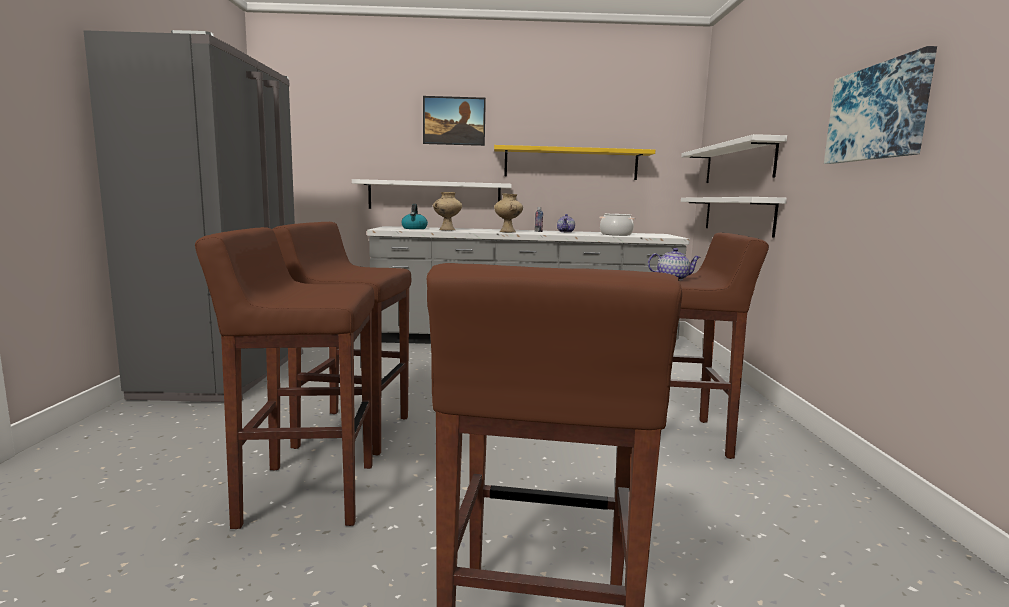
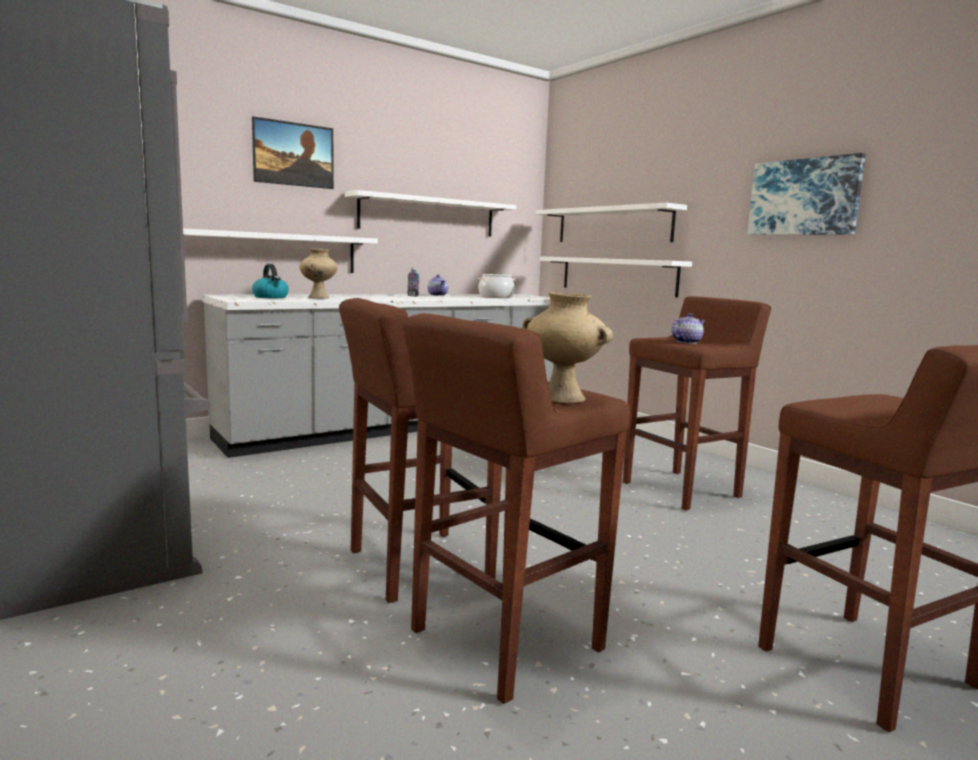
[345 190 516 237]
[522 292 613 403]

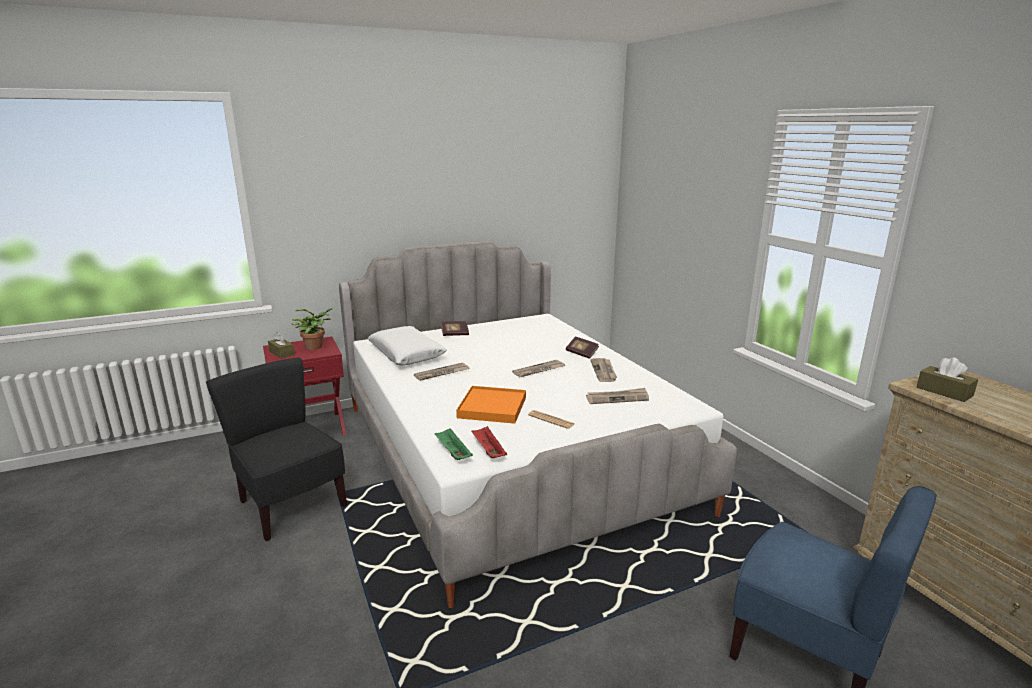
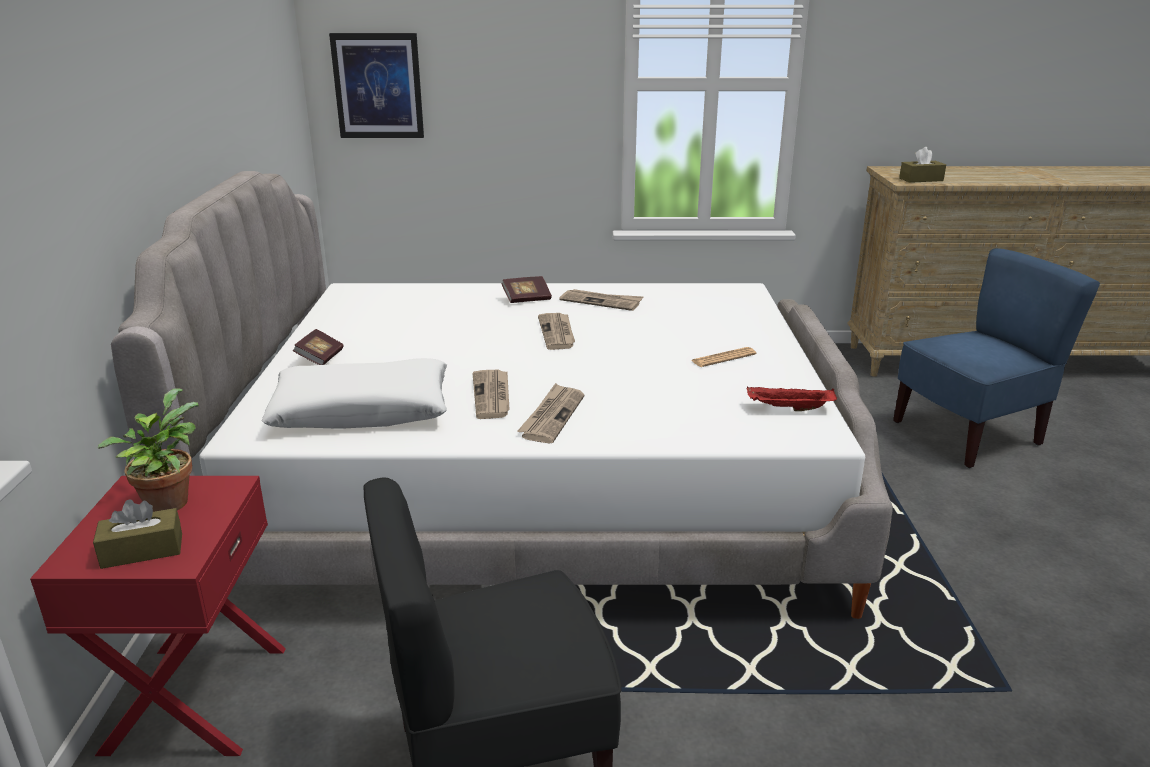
[434 428 473 460] (first image)
[456 386 526 424] (first image)
[517 383 584 443]
[329 33 424 138]

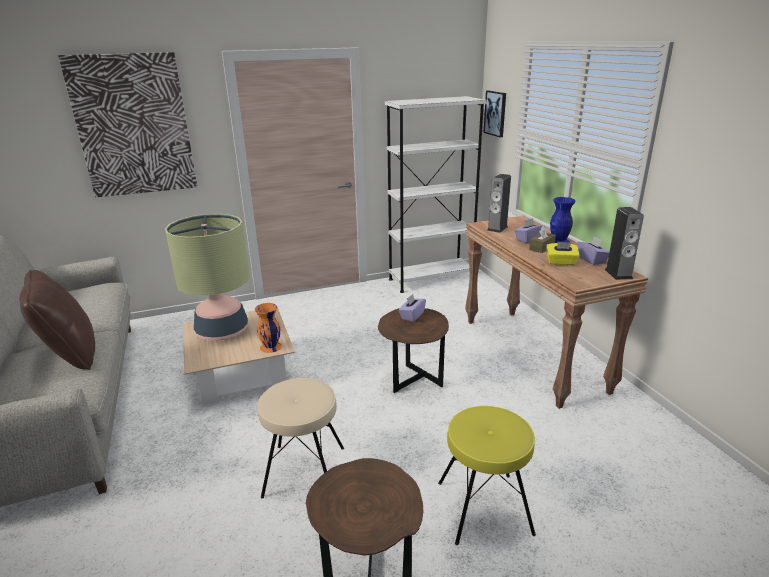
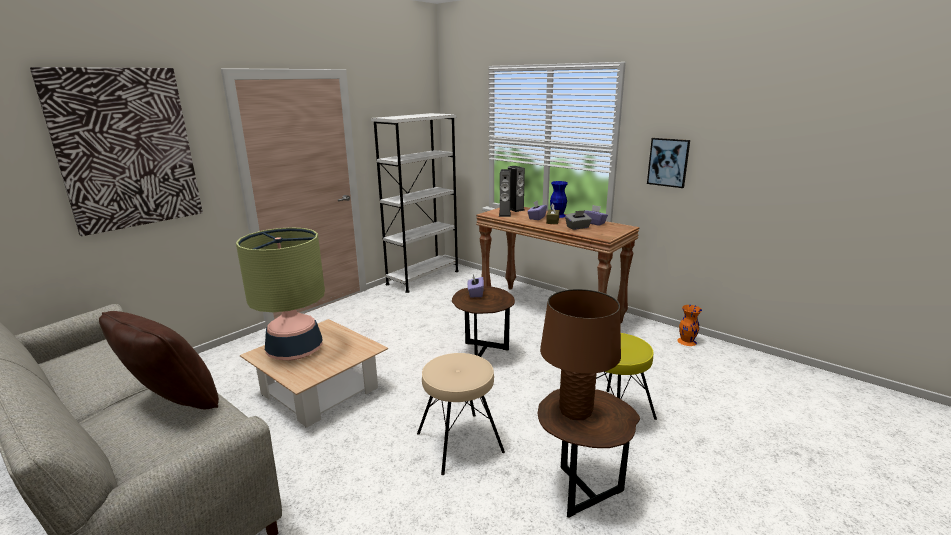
[677 305 702 346]
[647 138 690 188]
[565 210 592 230]
[508 166 525 212]
[540 289 621 420]

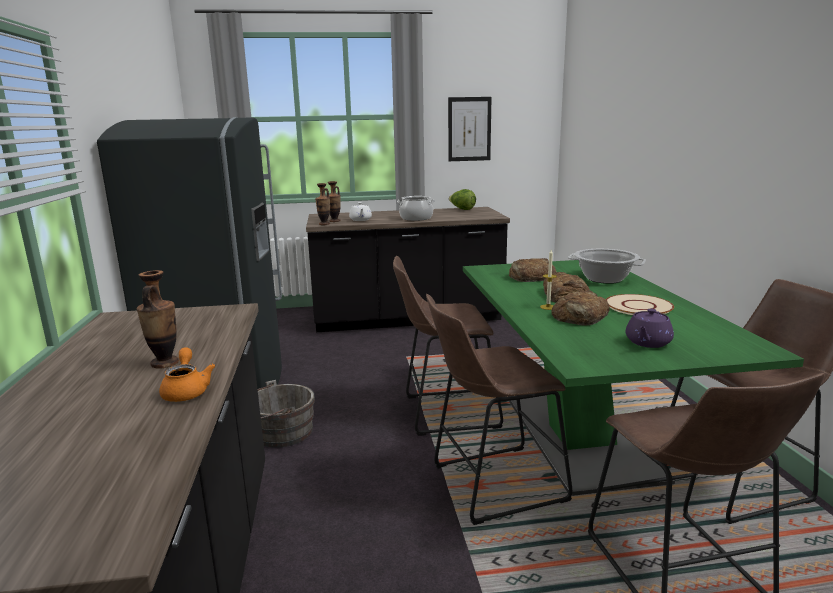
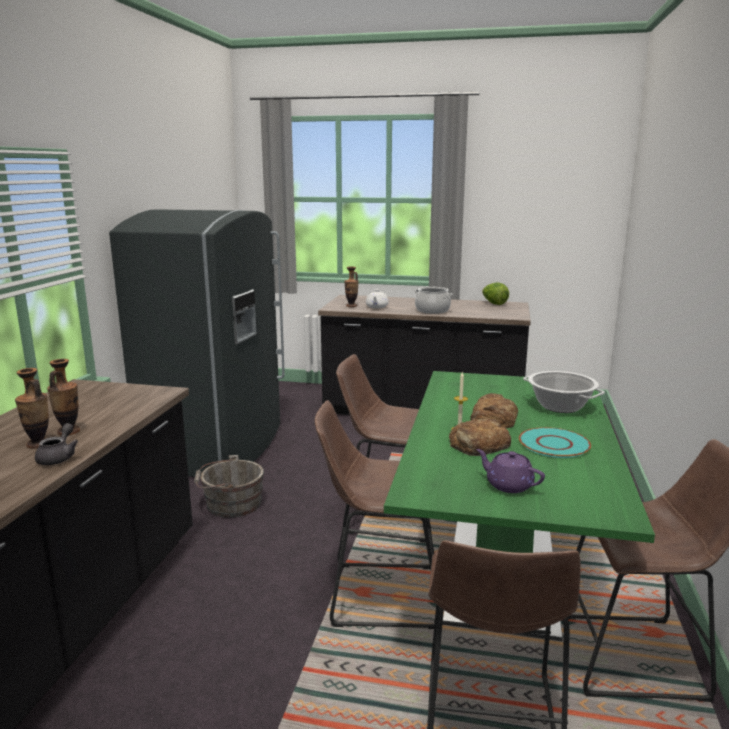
[35 423 78 465]
[15 368 49 449]
[448 97 492 161] (first image)
[509 258 556 282] (first image)
[519 427 591 458]
[476 449 545 493]

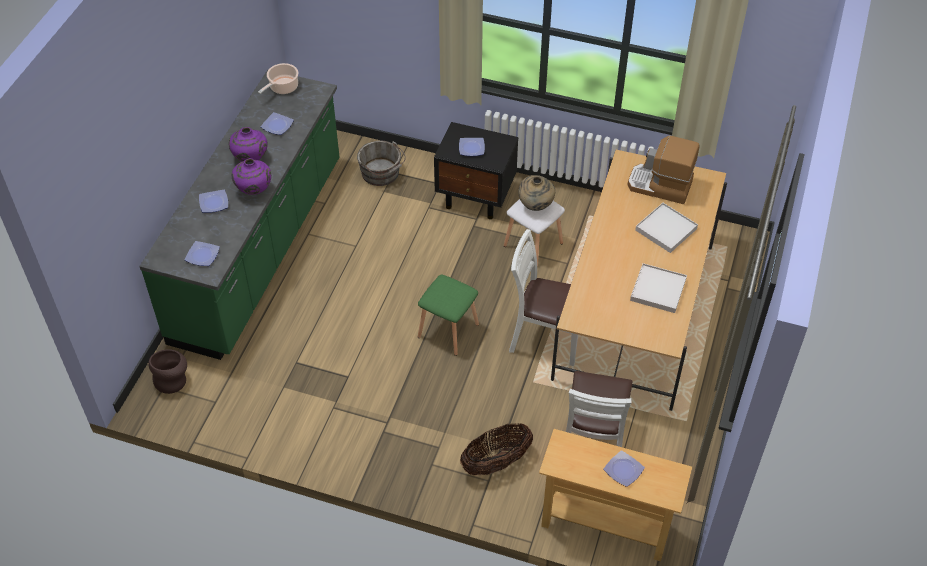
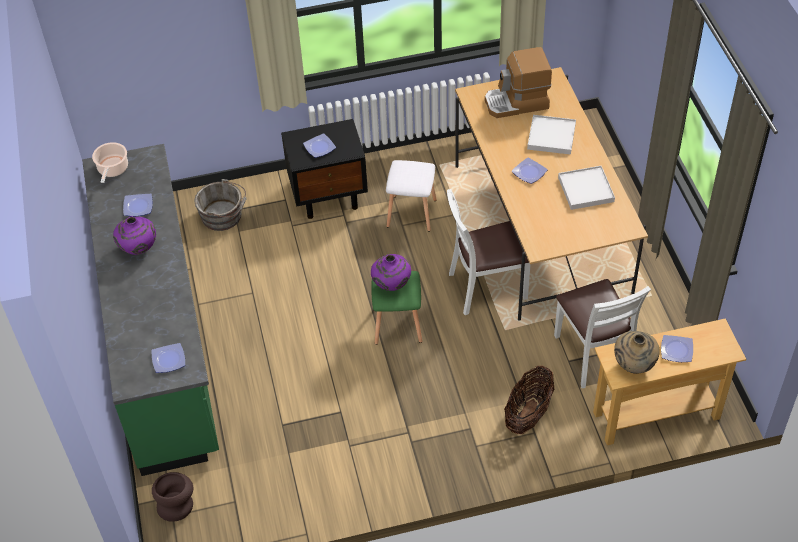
[512 157 548 184]
[371 254 411 291]
[614 331 660 374]

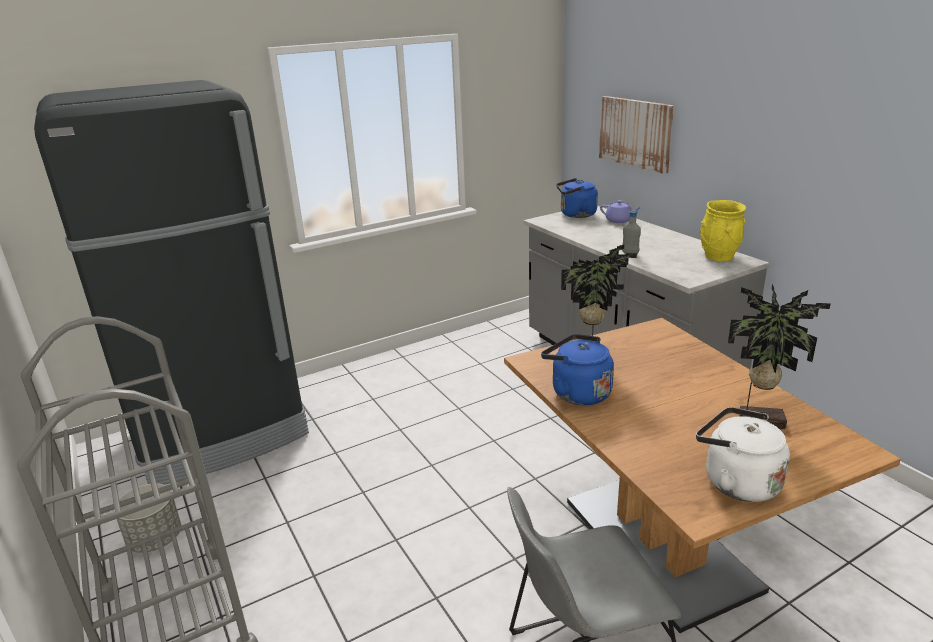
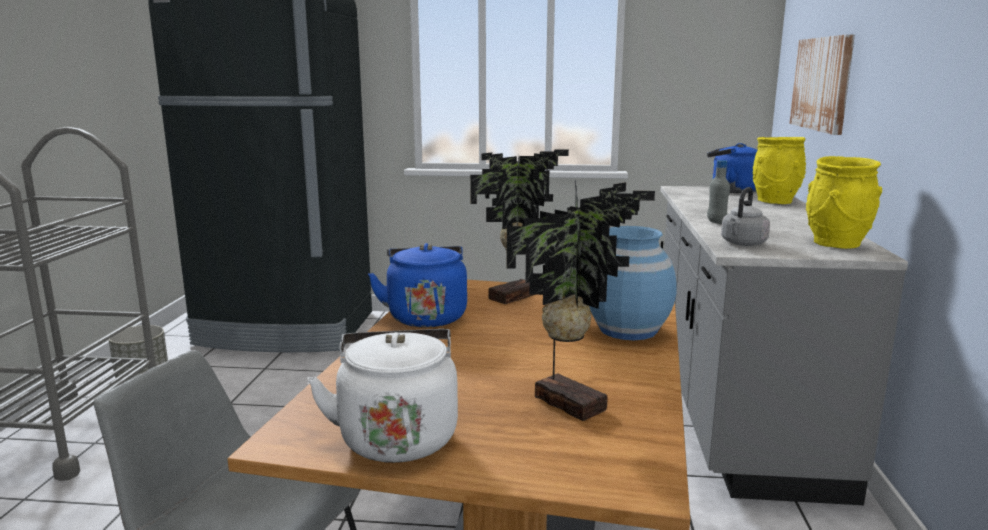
[753 137 806 204]
[589 226 677 340]
[721 187 770 246]

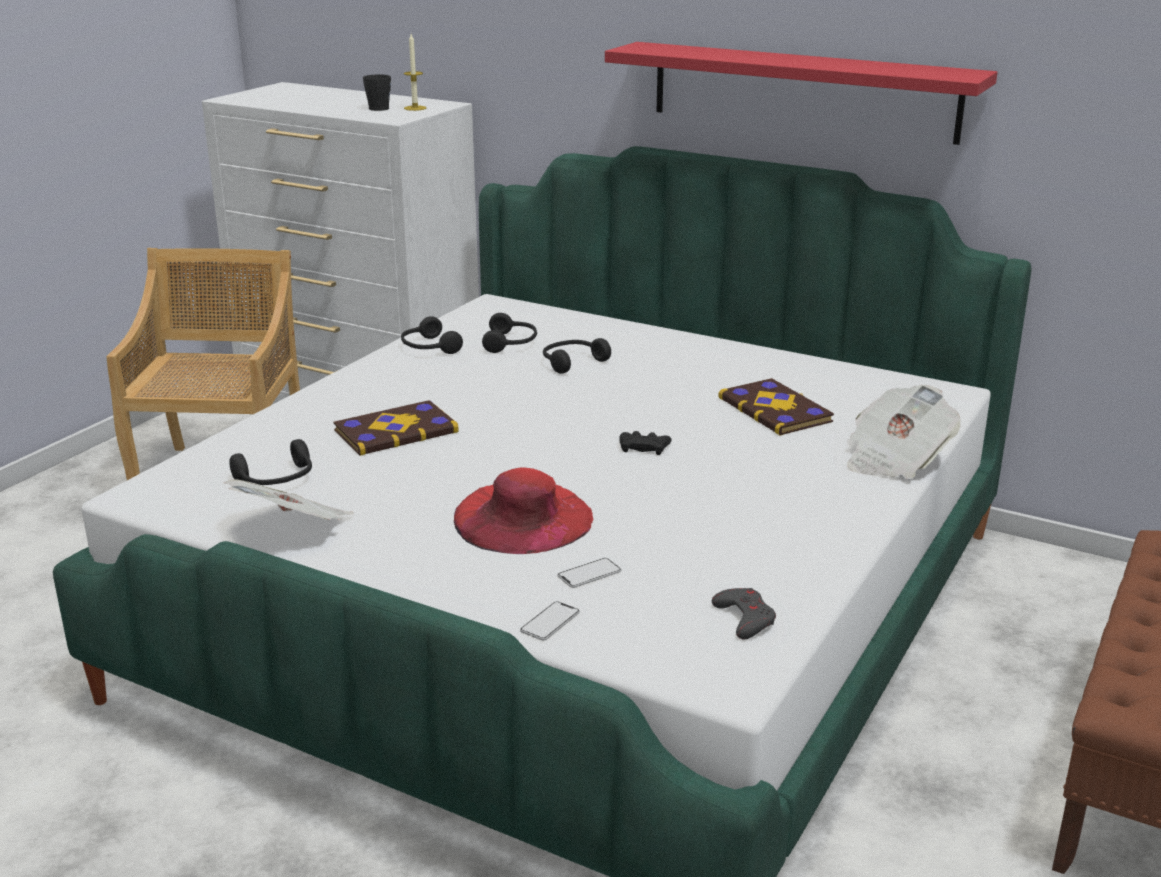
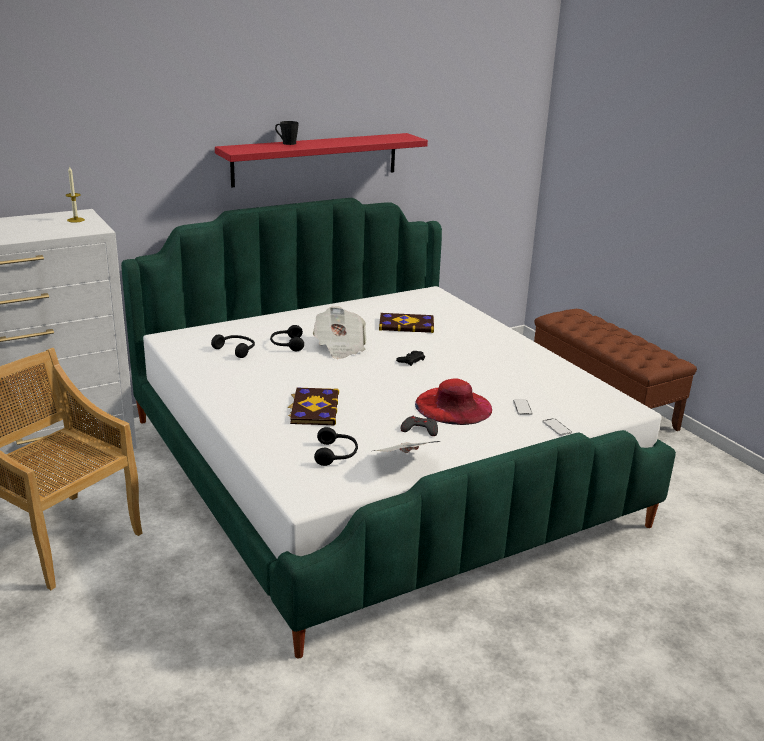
[275 121 299 145]
[401 316 463 354] (first image)
[401 416 438 436]
[313 306 366 359]

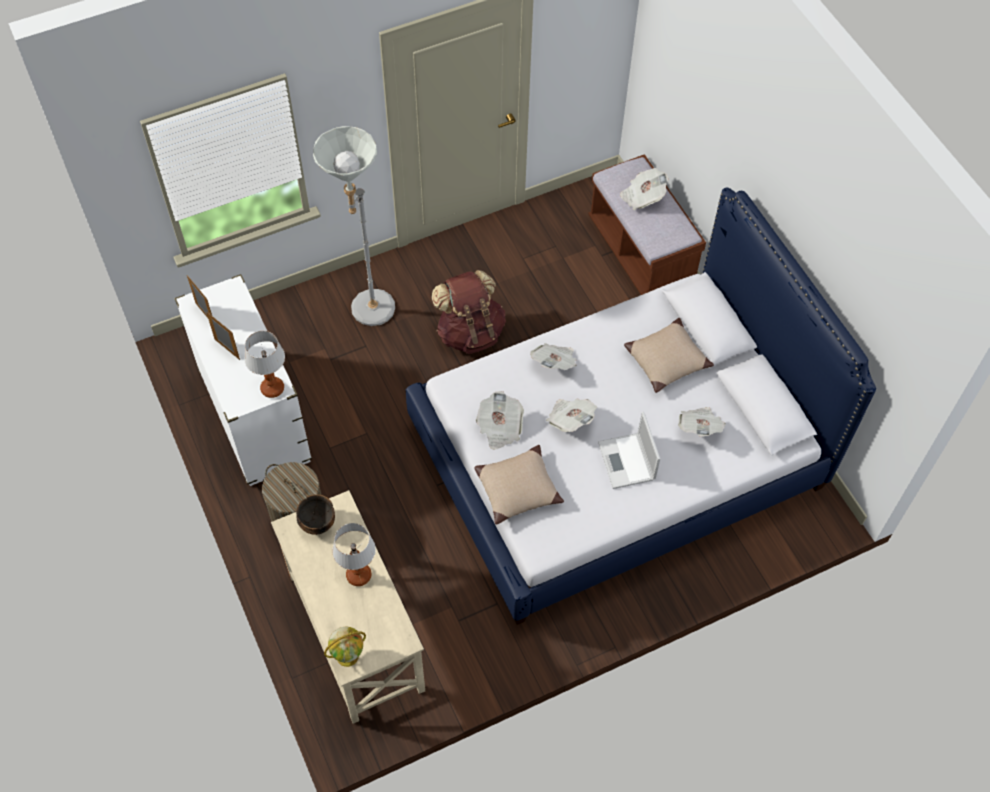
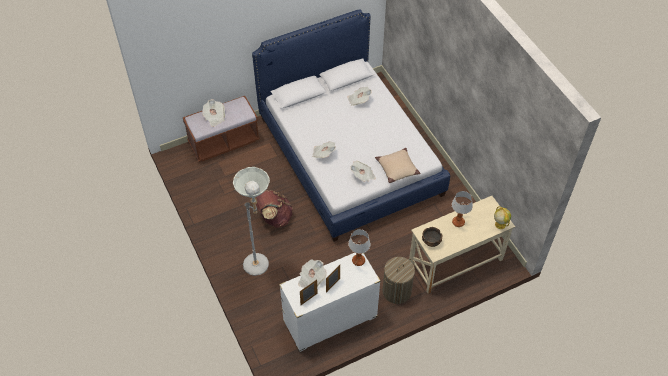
[298 259 327 288]
[598 412 660 489] (first image)
[624 318 714 393] (first image)

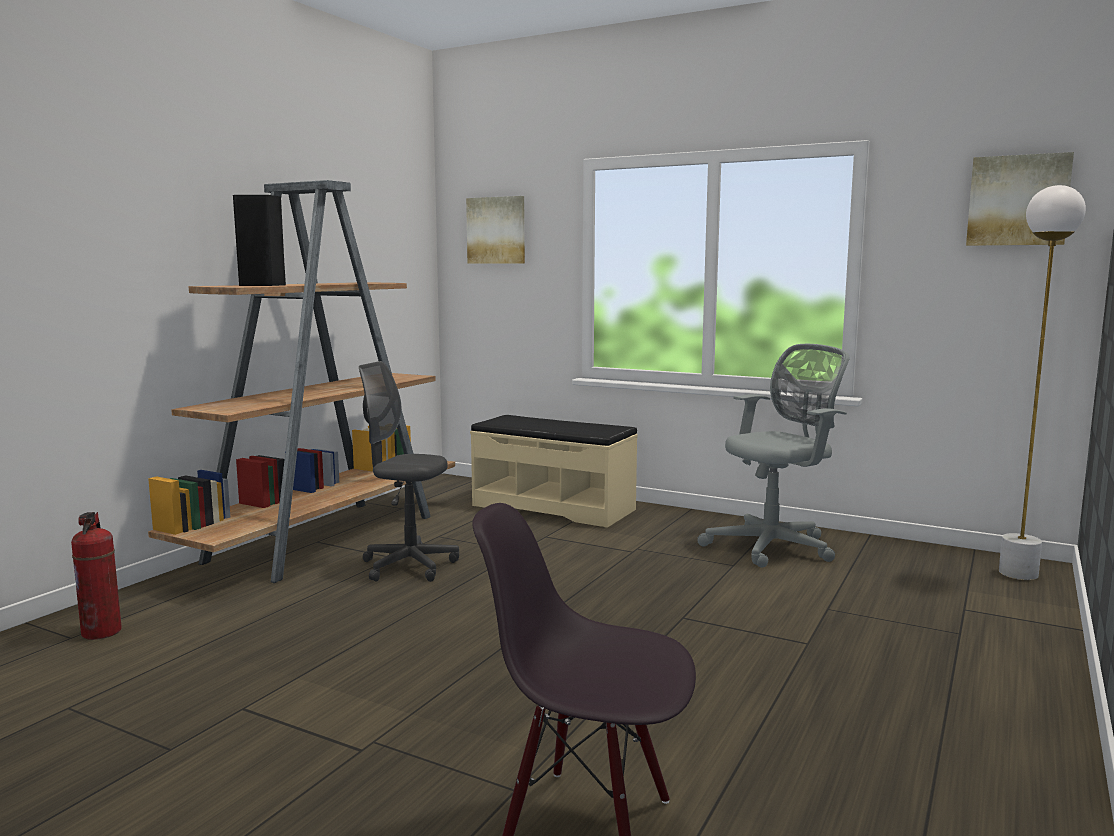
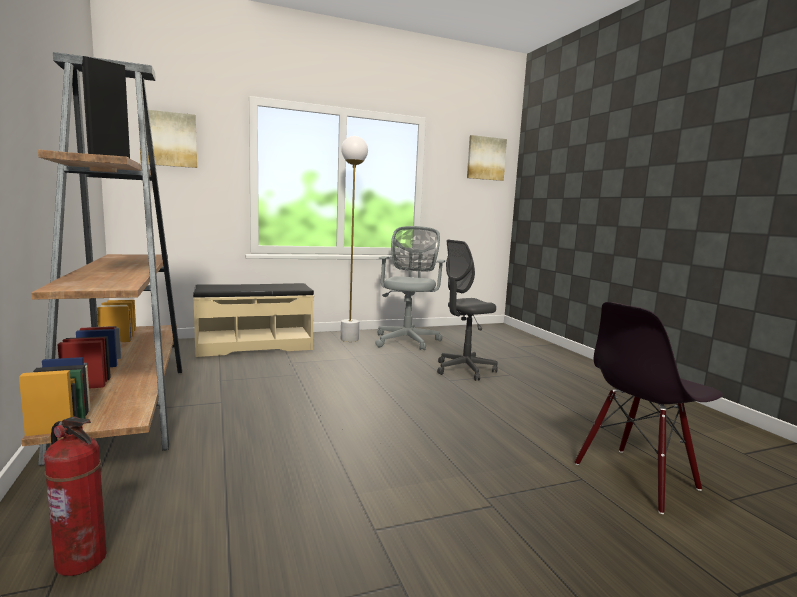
[437 240 498 381]
[341 136 368 342]

